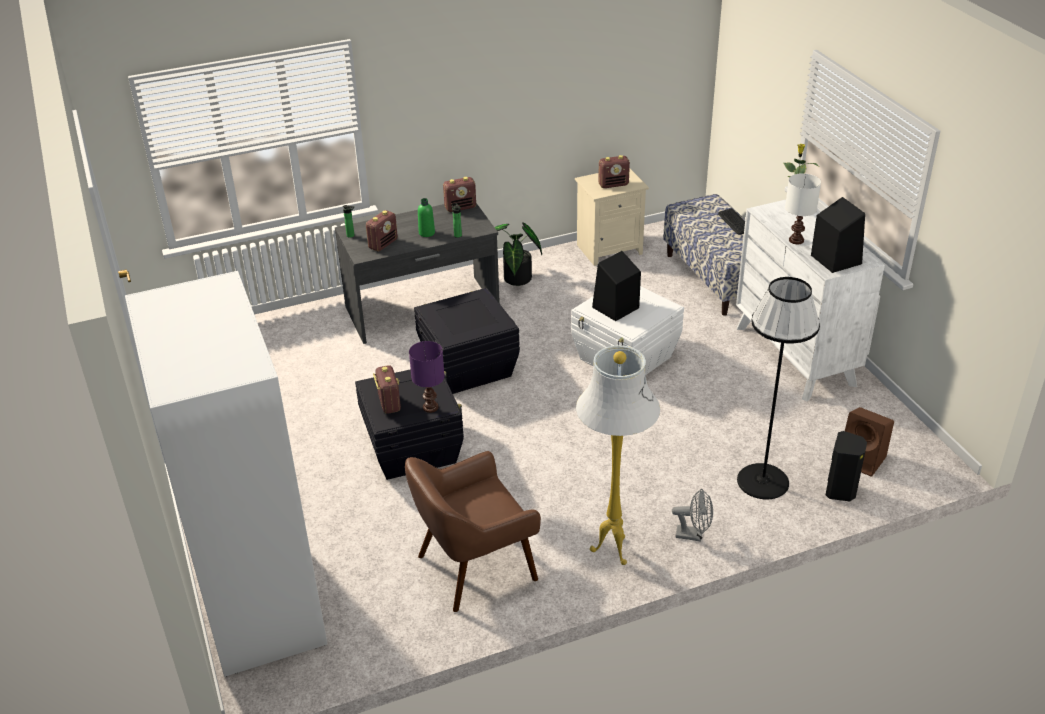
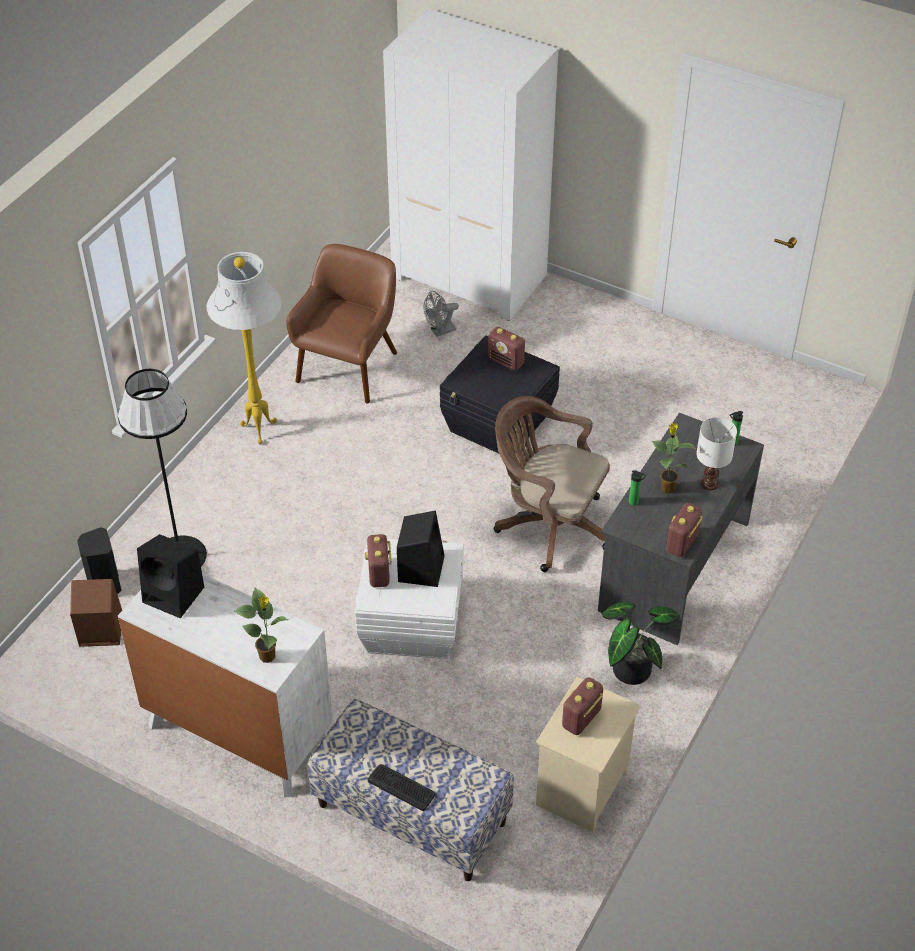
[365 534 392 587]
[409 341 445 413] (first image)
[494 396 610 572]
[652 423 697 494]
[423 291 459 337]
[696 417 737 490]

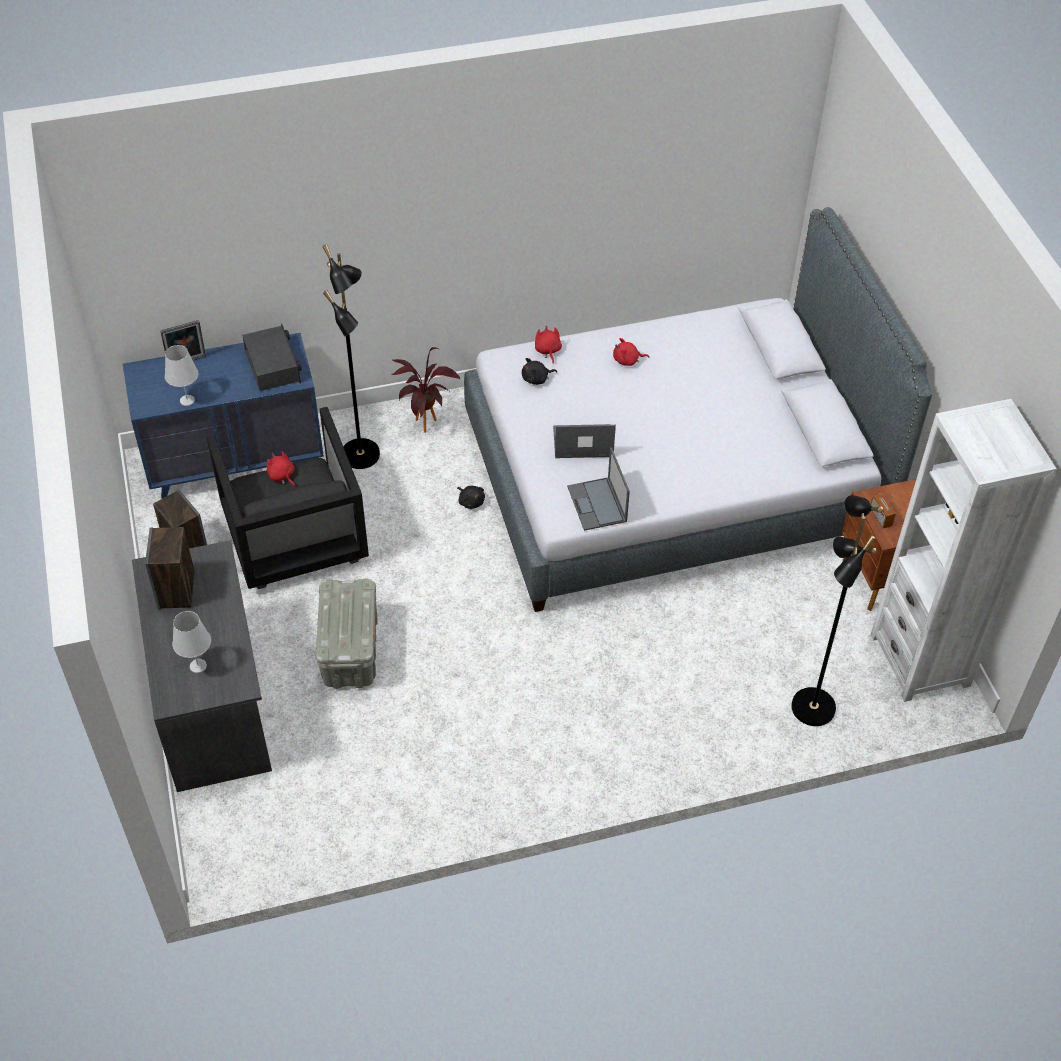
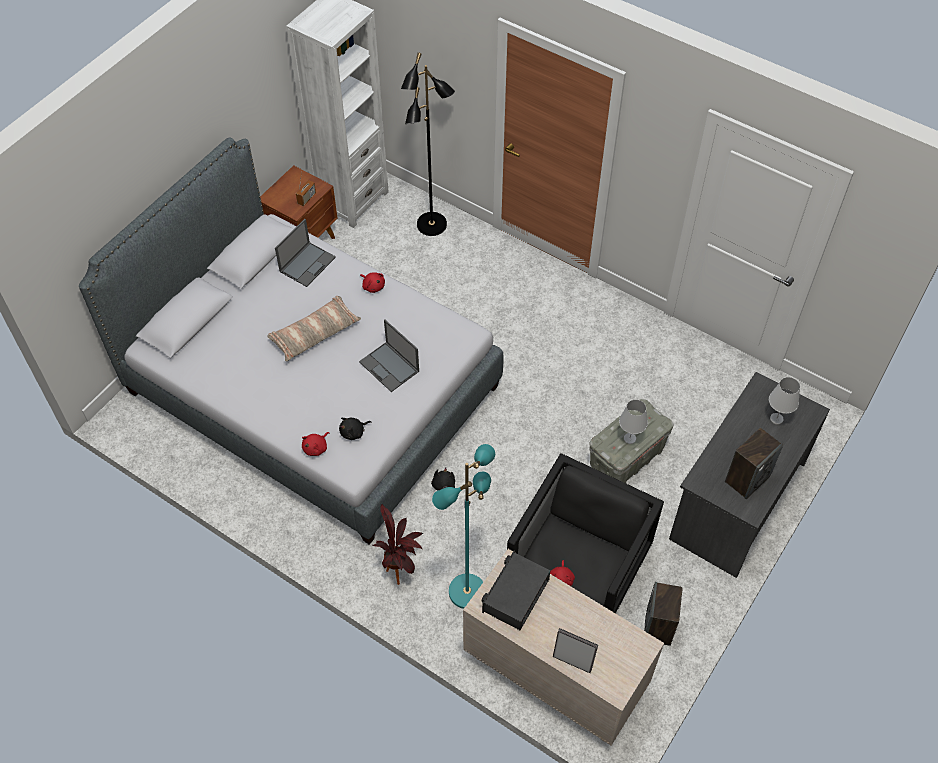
[463 549 664 746]
[619 399 648 444]
[432 444 495 609]
[339 418 371 440]
[275 219 336 287]
[360 272 385 293]
[268 296 361 361]

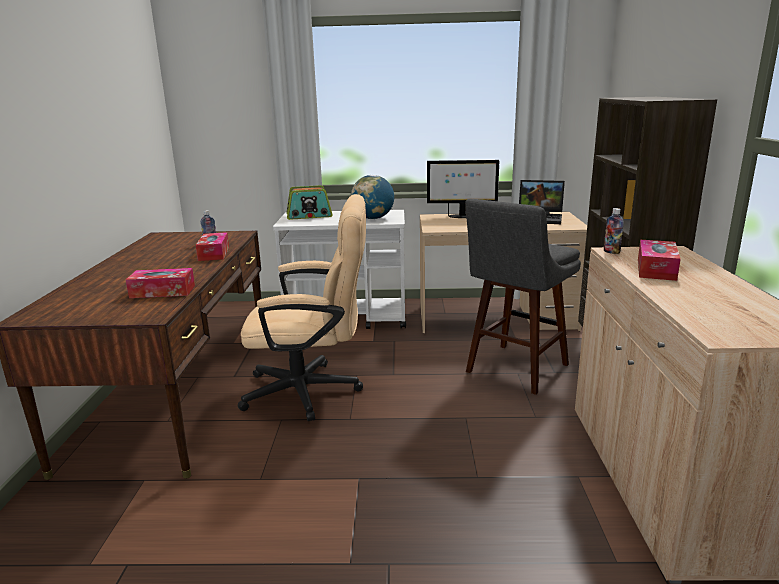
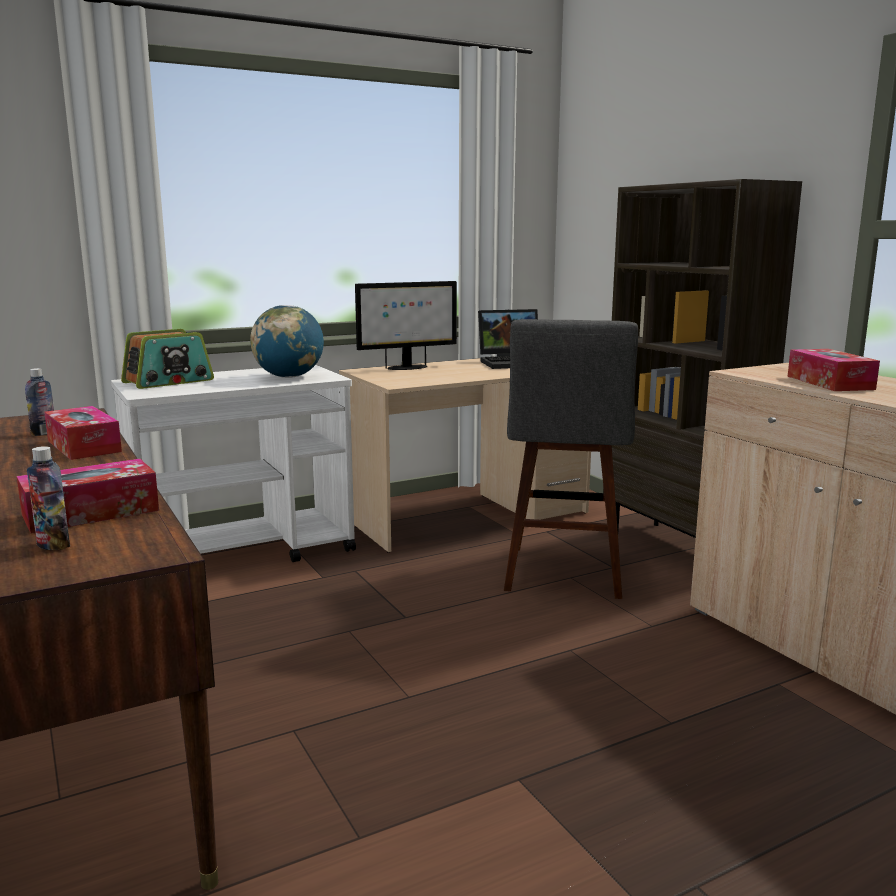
[238 194 366 421] (first image)
[27 446 70 550]

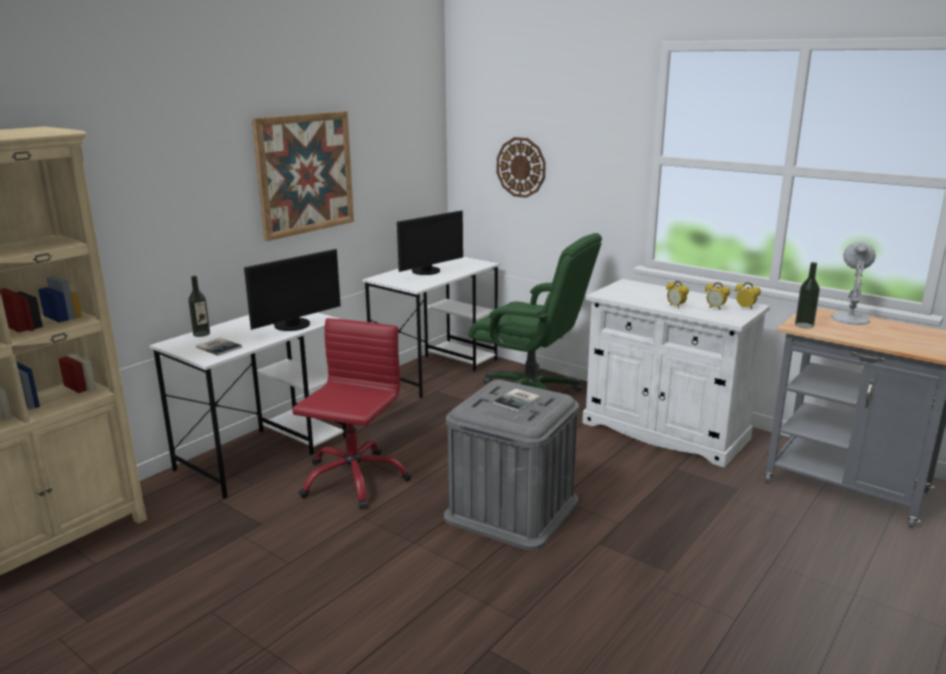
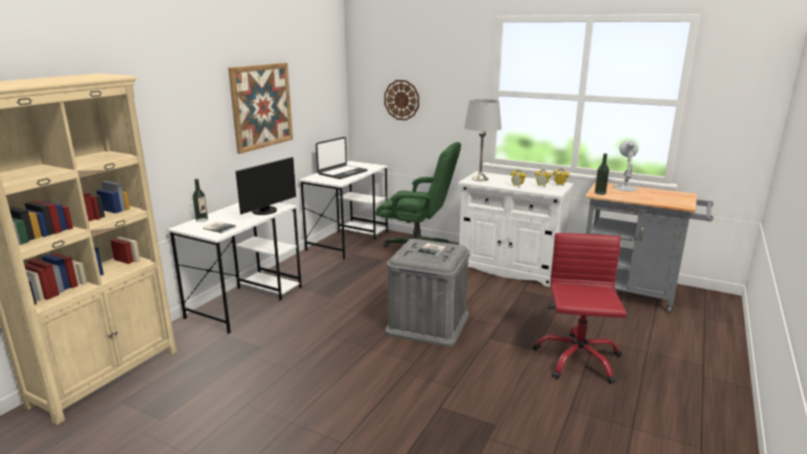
[532 233 627 384]
[316 137 368 179]
[464 99 502 181]

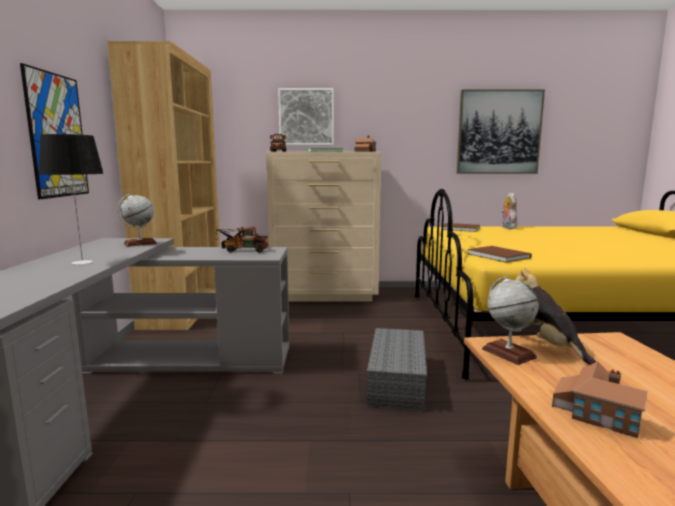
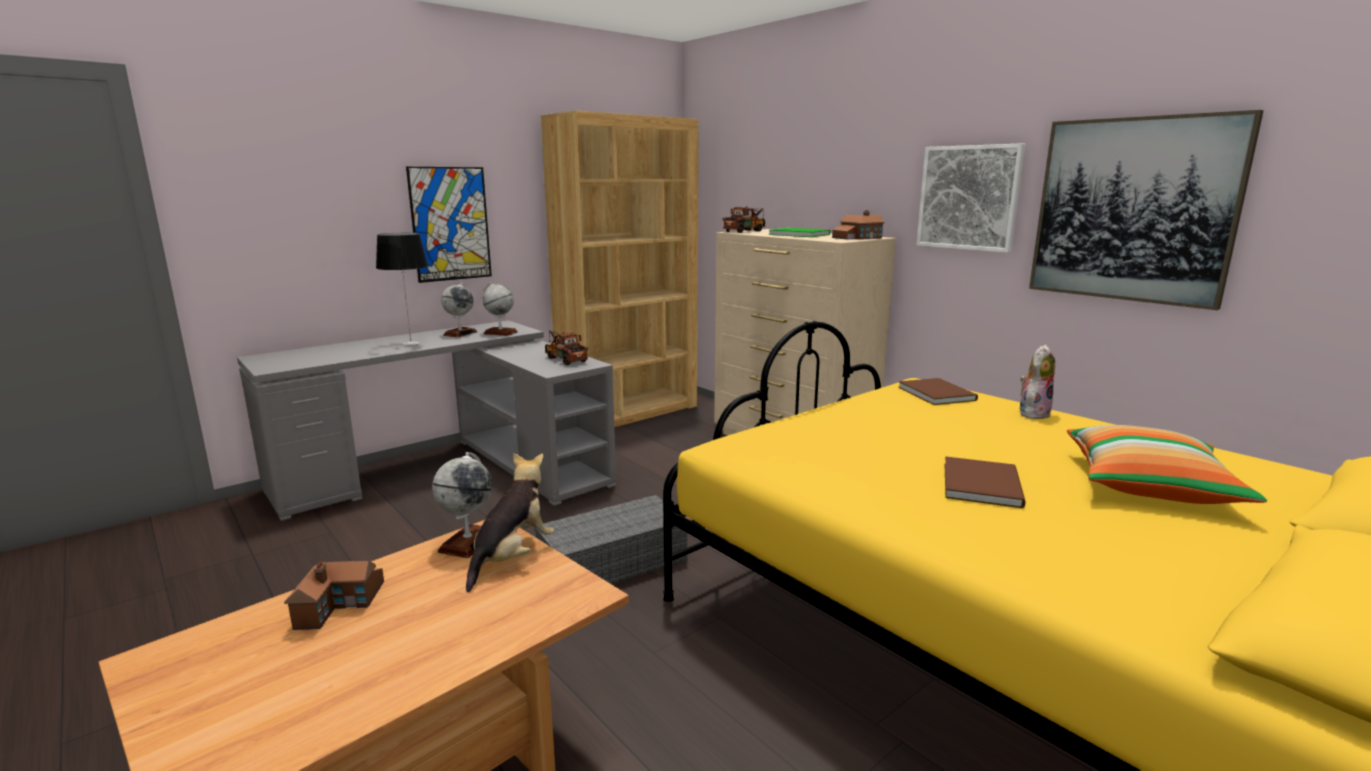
[916 143 1025 253]
[944 456 1026 508]
[441 282 478 337]
[1067 425 1267 504]

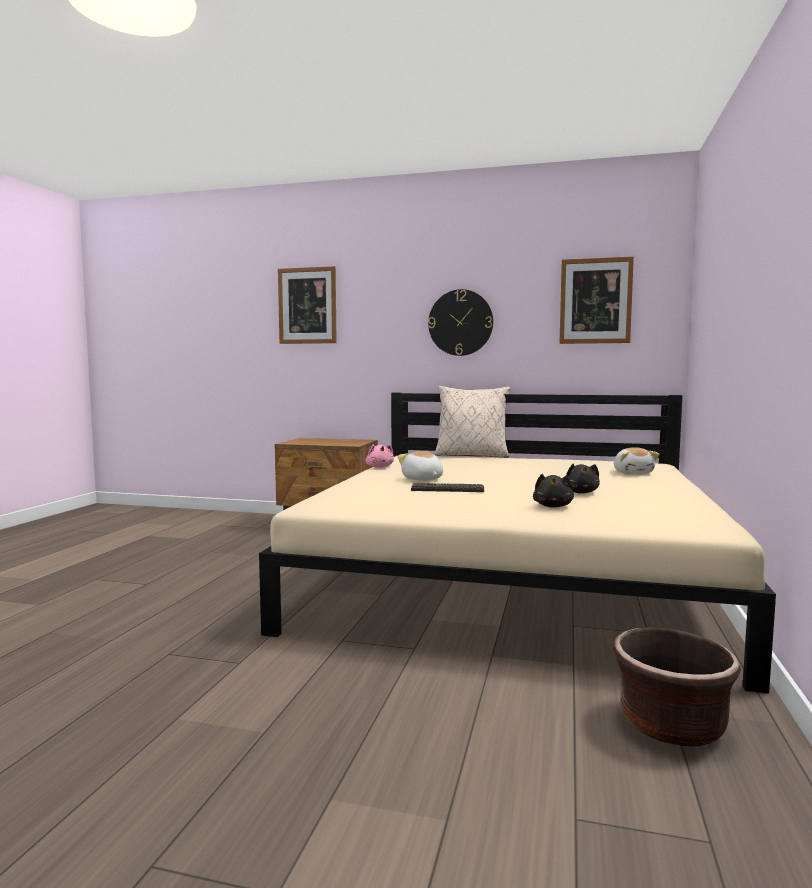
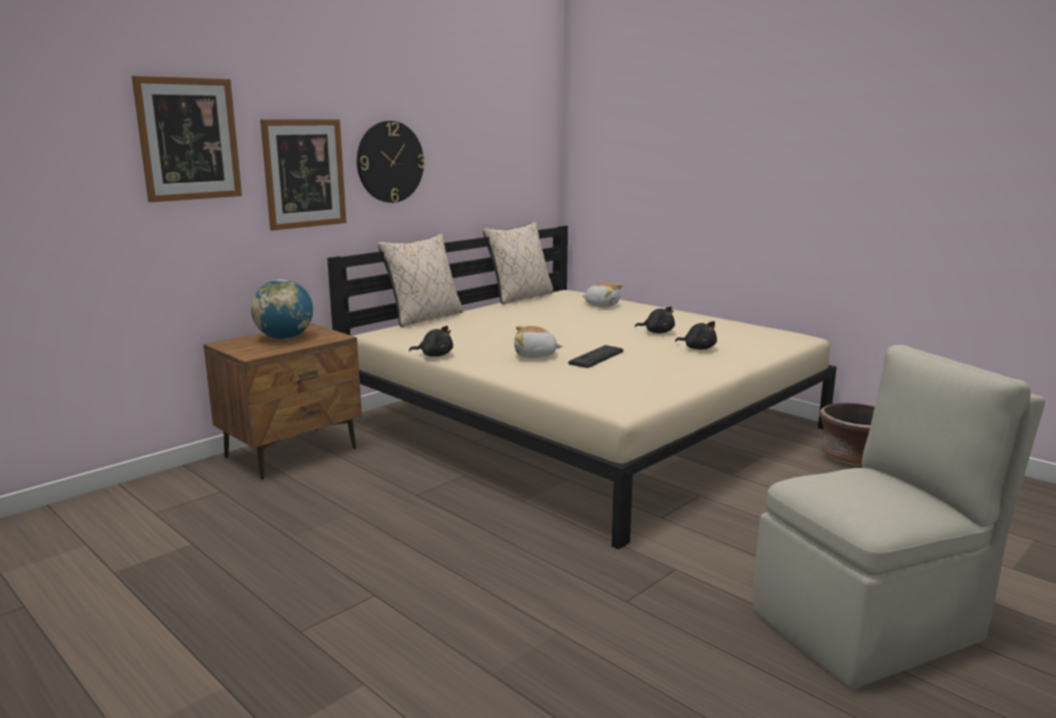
[409 326 453 357]
[260 119 346 231]
[251 280 313 339]
[483 222 553 304]
[753 345 1045 689]

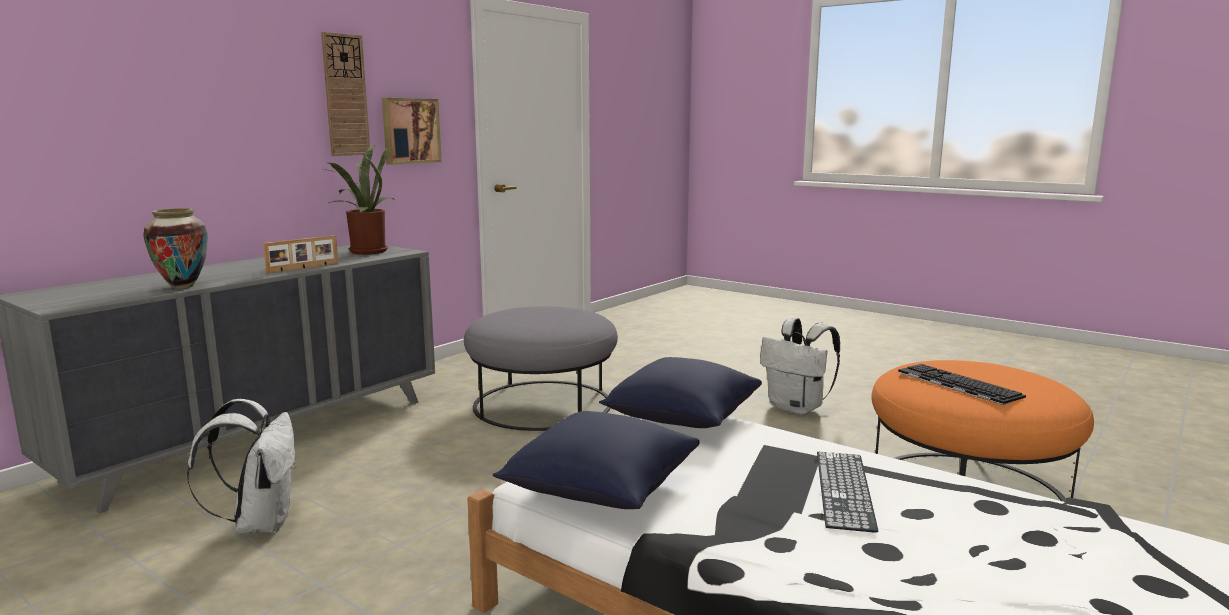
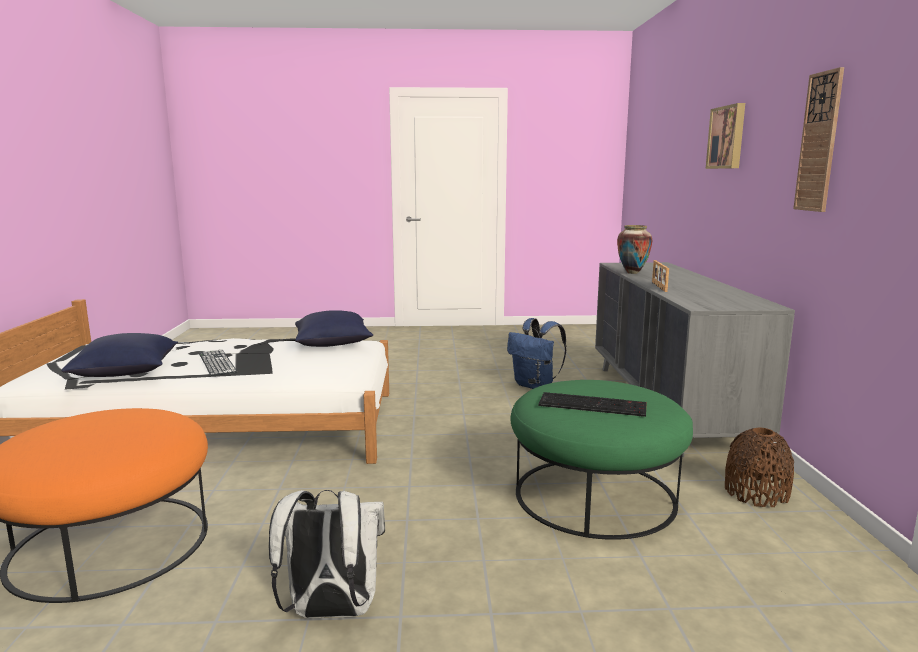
[507 318 567 389]
[323 145 394 255] (first image)
[706 103 745 169]
[511 380 693 540]
[61 333 178 377]
[538 392 646 417]
[725 427 794 507]

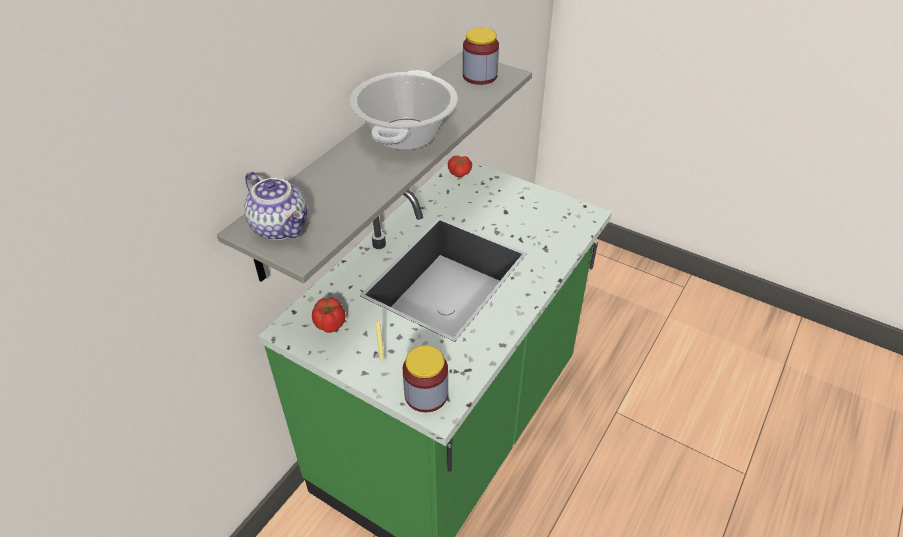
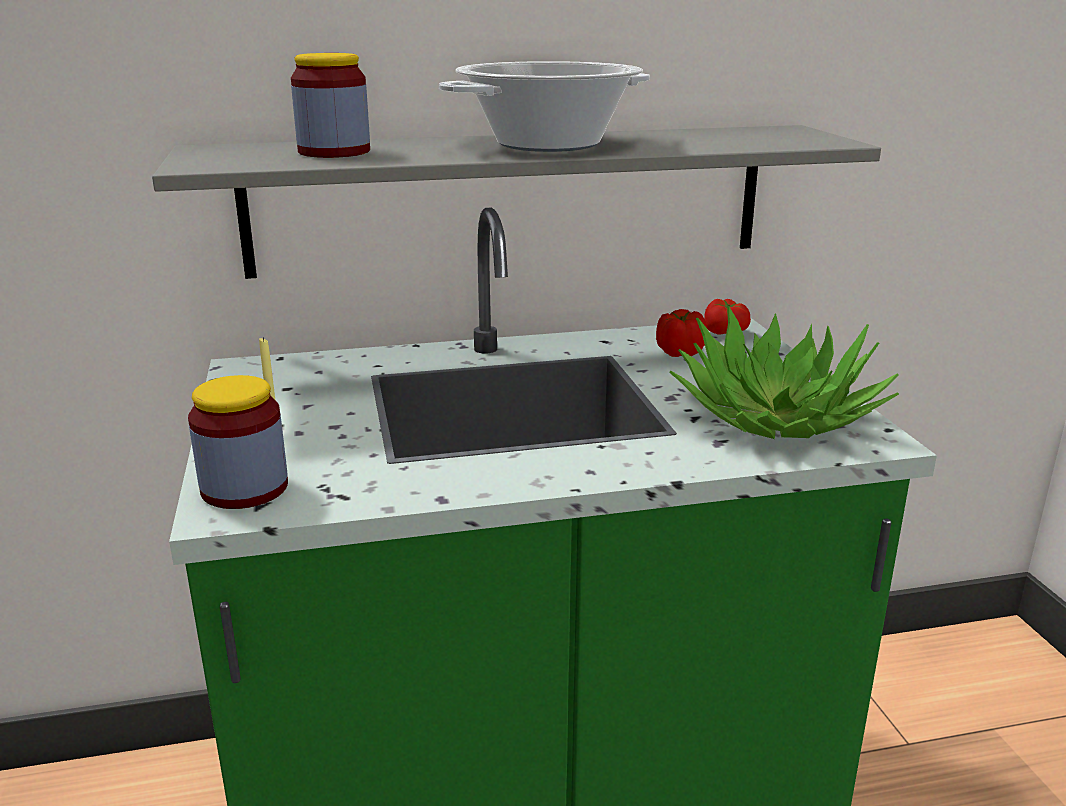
[244 172 307 240] (first image)
[656 309 707 357]
[291 53 370 158]
[669 306 899 439]

